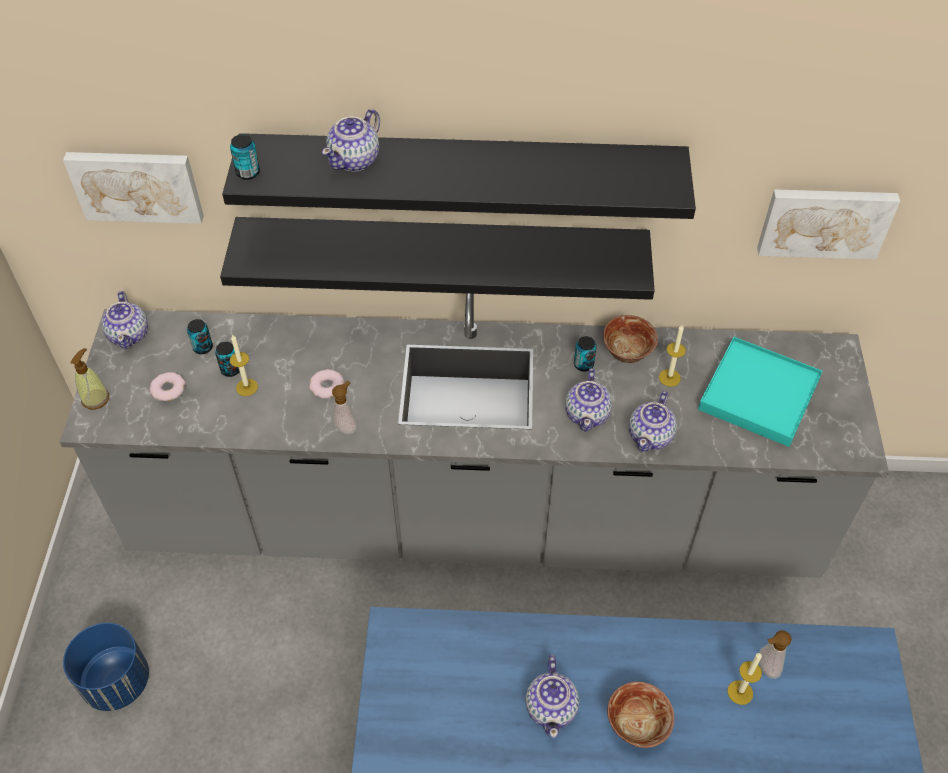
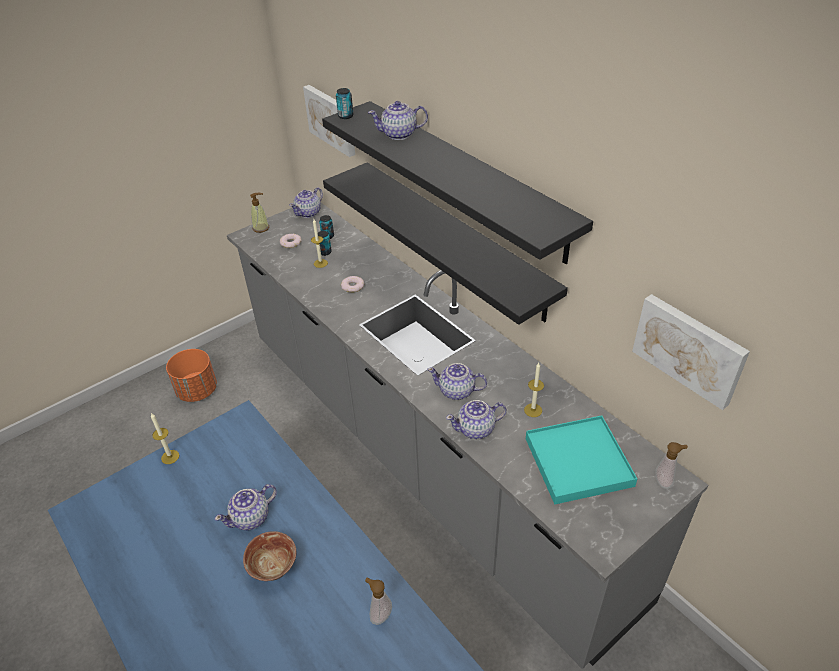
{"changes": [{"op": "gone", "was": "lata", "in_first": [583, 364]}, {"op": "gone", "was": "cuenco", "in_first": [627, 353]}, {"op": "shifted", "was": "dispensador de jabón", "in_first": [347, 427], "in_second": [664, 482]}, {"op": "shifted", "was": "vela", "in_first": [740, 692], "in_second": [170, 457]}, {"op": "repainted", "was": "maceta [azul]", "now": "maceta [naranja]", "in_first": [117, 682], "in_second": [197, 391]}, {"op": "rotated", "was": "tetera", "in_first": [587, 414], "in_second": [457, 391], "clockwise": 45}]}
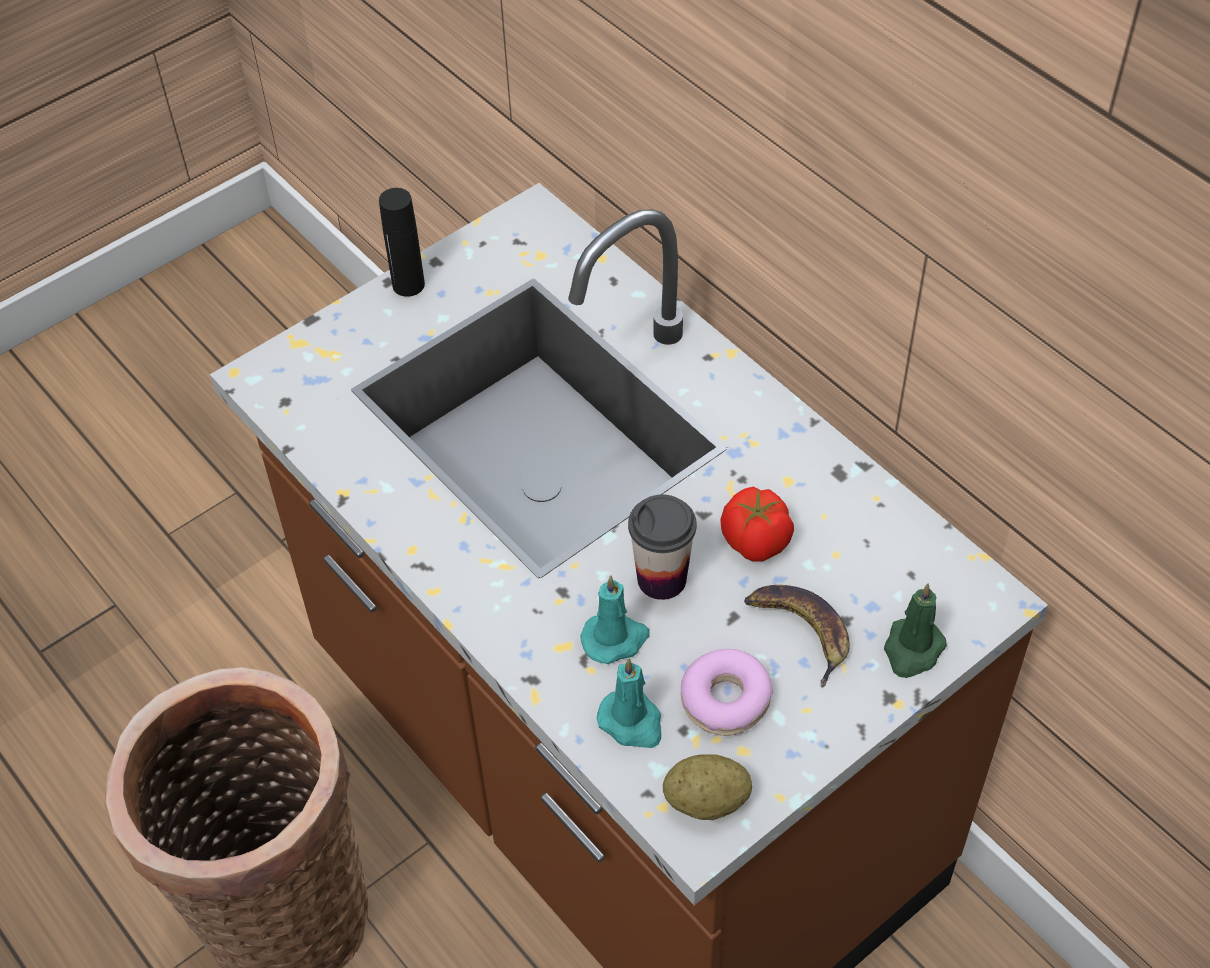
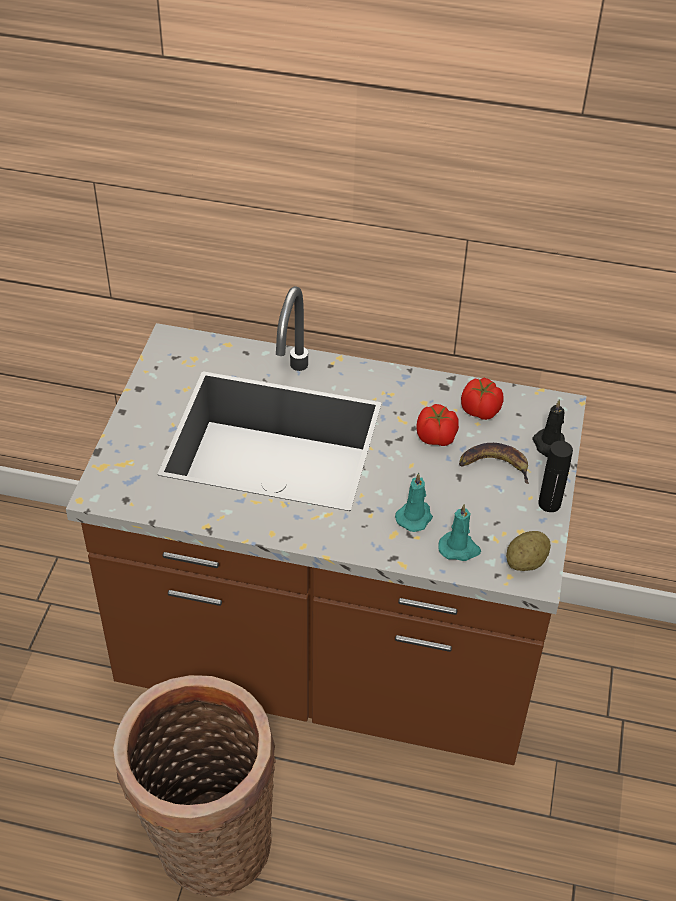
{"changes": [{"op": "gone", "was": "taza", "in_first": [661, 579]}, {"op": "gone", "was": "rosquilla", "in_first": [725, 700]}, {"op": "new", "now": "tomate", "in_second": [480, 411]}, {"op": "shifted", "was": "botella [negro]", "in_first": [408, 285], "in_second": [549, 503]}, {"op": "repainted", "was": "vela [verde]", "now": "vela [negro]", "in_first": [912, 650], "in_second": [550, 446]}]}
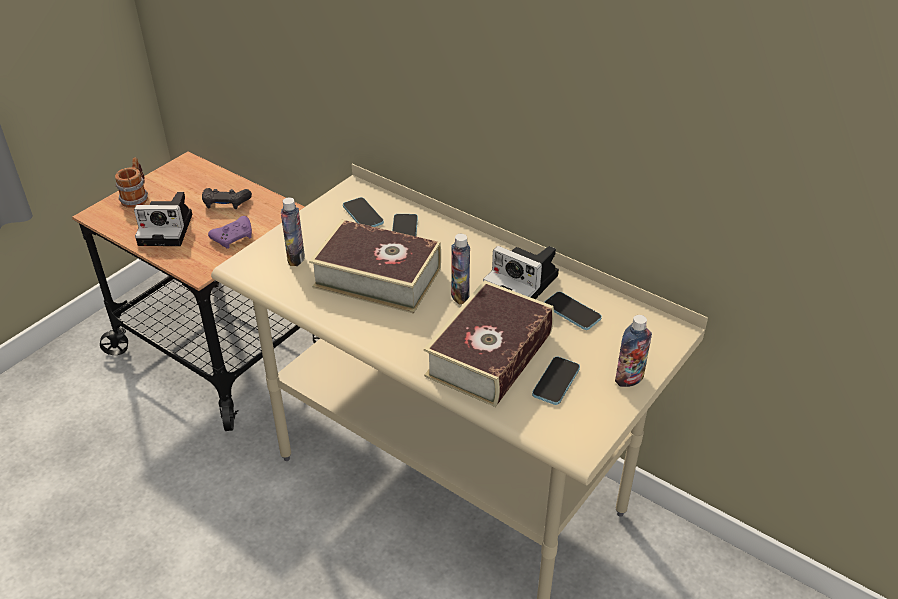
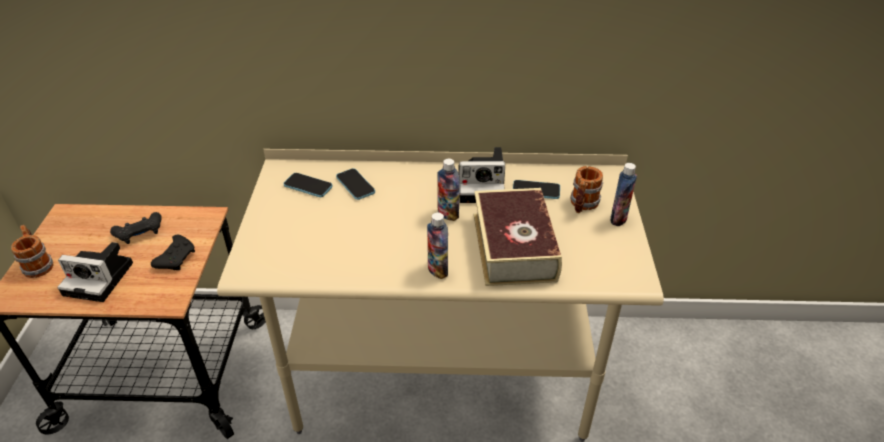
{"changes": [{"op": "gone", "was": "libro", "in_first": [377, 277]}, {"op": "gone", "was": "móvil", "in_first": [556, 382]}, {"op": "new", "now": "taza grande", "in_second": [582, 205]}, {"op": "shifted", "was": "botella", "in_first": [296, 258], "in_second": [437, 270]}, {"op": "repainted", "was": "mando de consola [morado]", "now": "mando de consola [negro]", "in_first": [234, 237], "in_second": [177, 258]}, {"op": "rotated", "was": "cámara", "in_first": [168, 229], "in_second": [101, 278], "clockwise": 45}]}
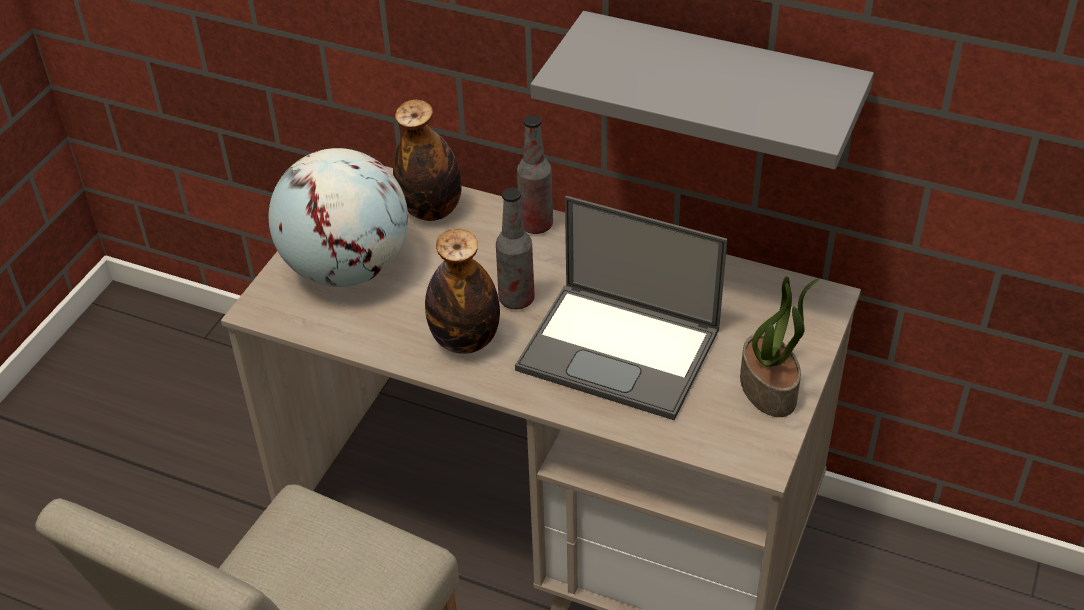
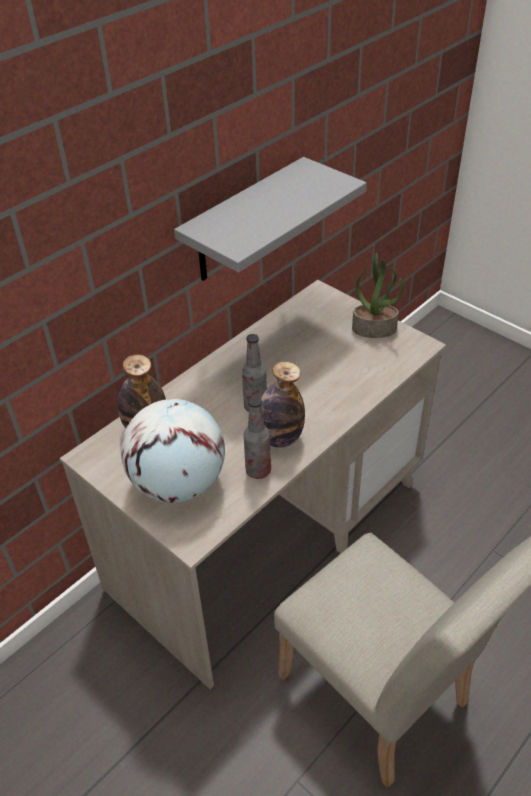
{"changes": [{"op": "gone", "was": "portátil", "in_first": [621, 350]}, {"op": "shifted", "was": "botella", "in_first": [536, 225], "in_second": [258, 470]}]}
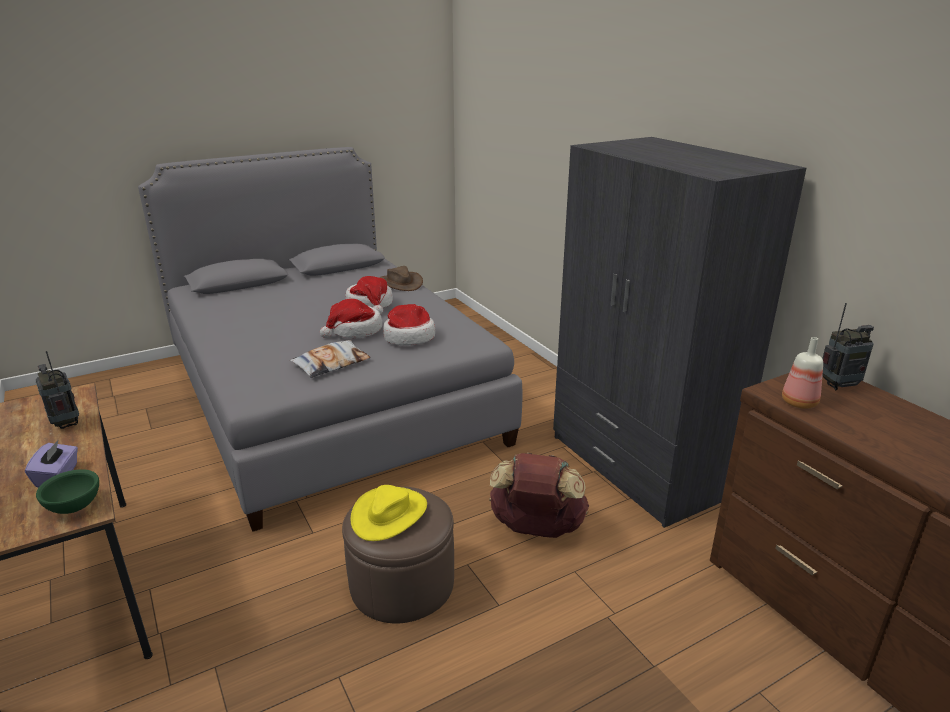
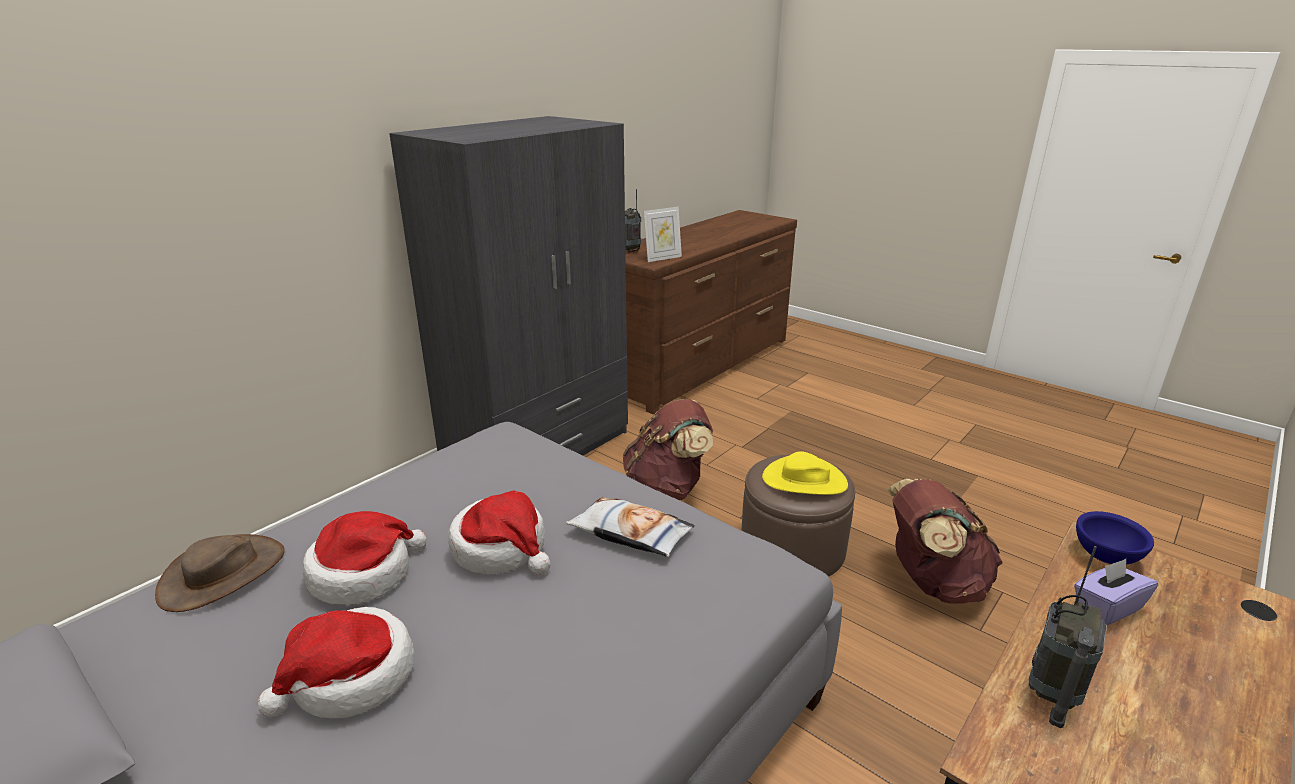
{"changes": [{"op": "new", "now": "mochila [marrón]", "in_second": [932, 582]}, {"op": "shifted", "was": "sombrero", "in_first": [409, 337], "in_second": [350, 678]}, {"op": "swapped", "was": "botella", "now": "portarretratos", "in_first": [800, 403], "in_second": [662, 258]}, {"op": "repainted", "was": "cuenco [verde]", "now": "cuenco [azul]", "in_first": [75, 507], "in_second": [1104, 556]}]}
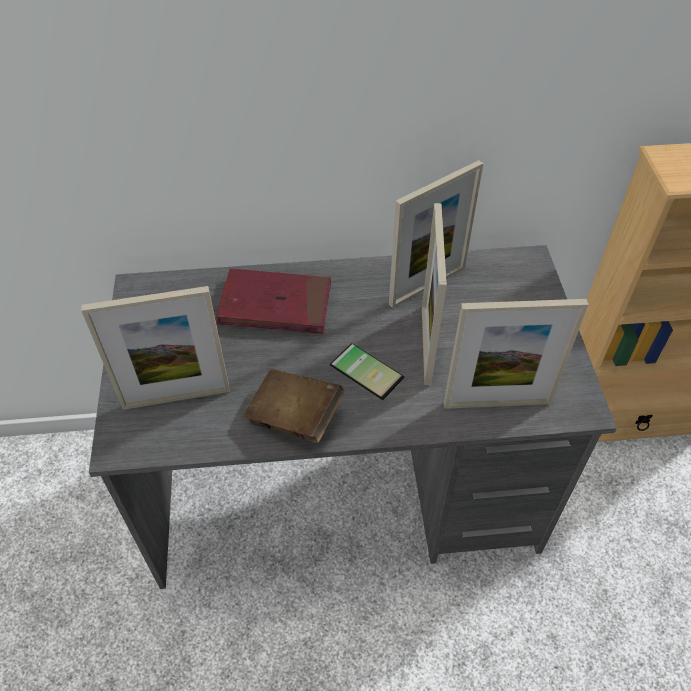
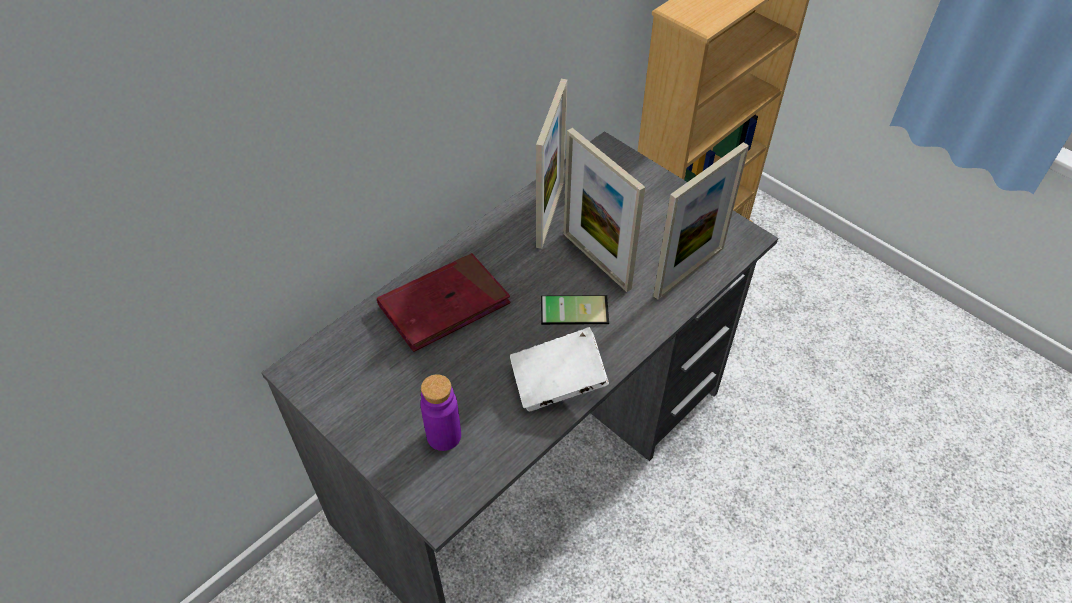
{"changes": [{"op": "swapped", "was": "portarretratos", "now": "botella [morado]", "in_first": [176, 398], "in_second": [444, 435]}, {"op": "repainted", "was": "libro [marrón]", "now": "libro [blanco]", "in_first": [294, 417], "in_second": [558, 383]}]}
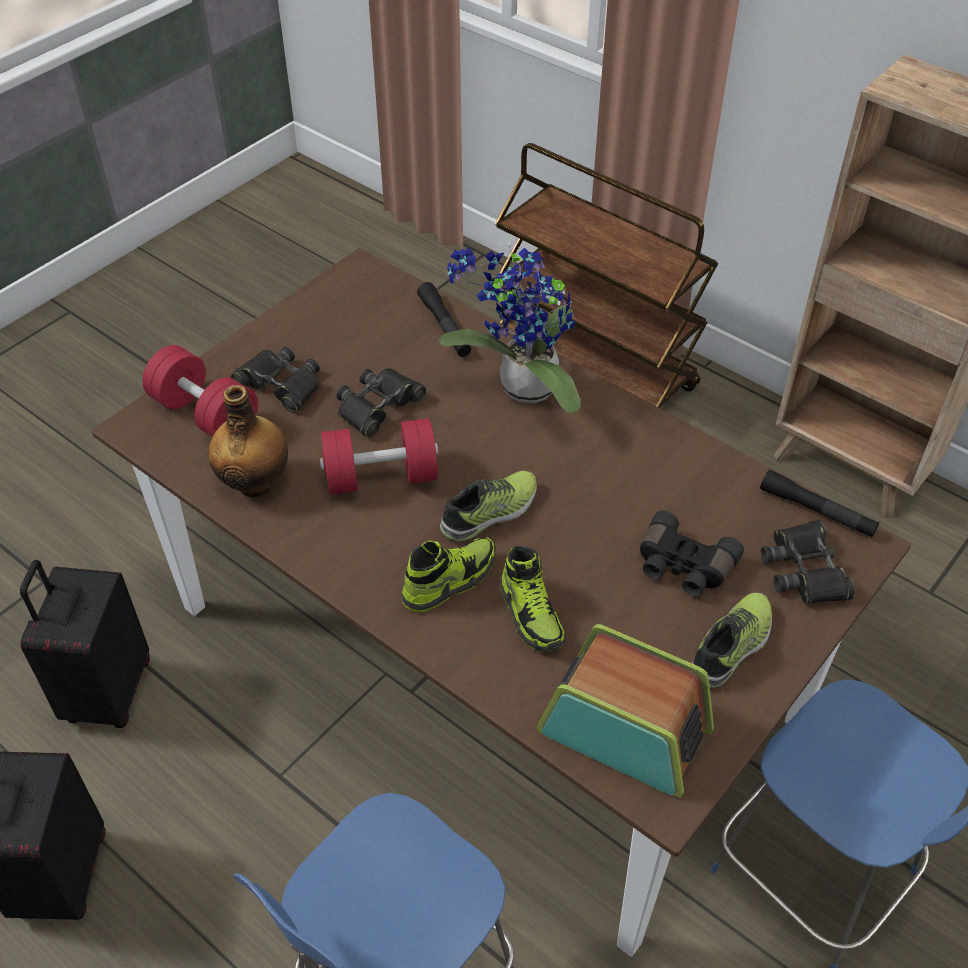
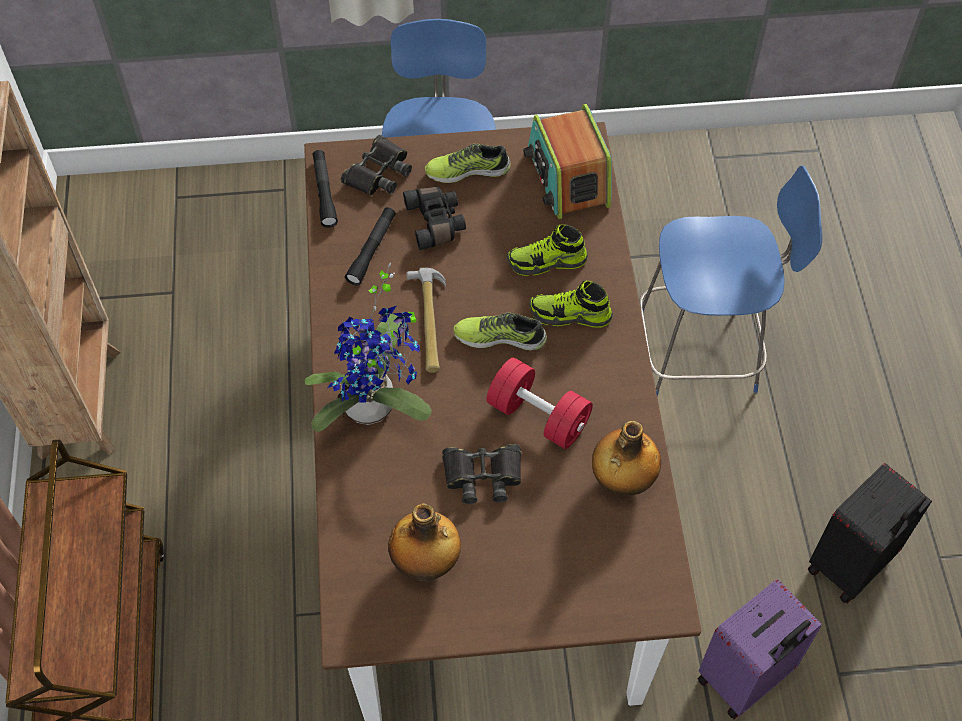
{"changes": [{"op": "gone", "was": "mancuerna [rojo]", "in_first": [205, 414]}, {"op": "gone", "was": "prismáticos [negro]", "in_first": [281, 384]}, {"op": "new", "now": "botella", "in_second": [426, 562]}, {"op": "new", "now": "martillo", "in_second": [429, 321]}, {"op": "shifted", "was": "linterna [negro]", "in_first": [444, 327], "in_second": [372, 250]}, {"op": "repainted", "was": "maleta [negro]", "now": "maleta [morado]", "in_first": [106, 692], "in_second": [745, 678]}, {"op": "rotated", "was": "zapato", "in_first": [531, 614], "in_second": [546, 262], "clockwise": -120}]}
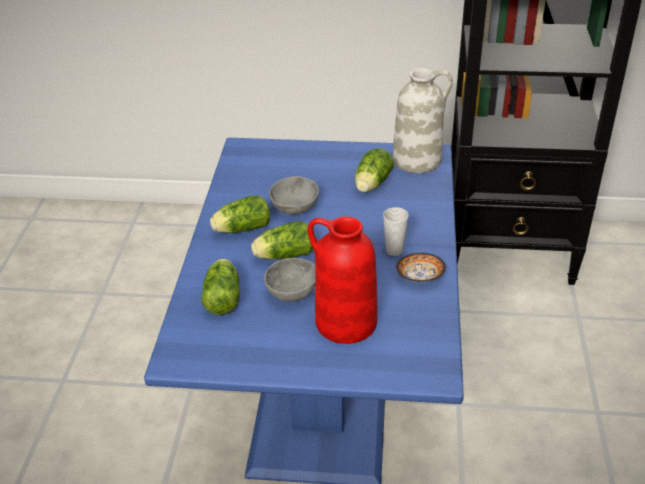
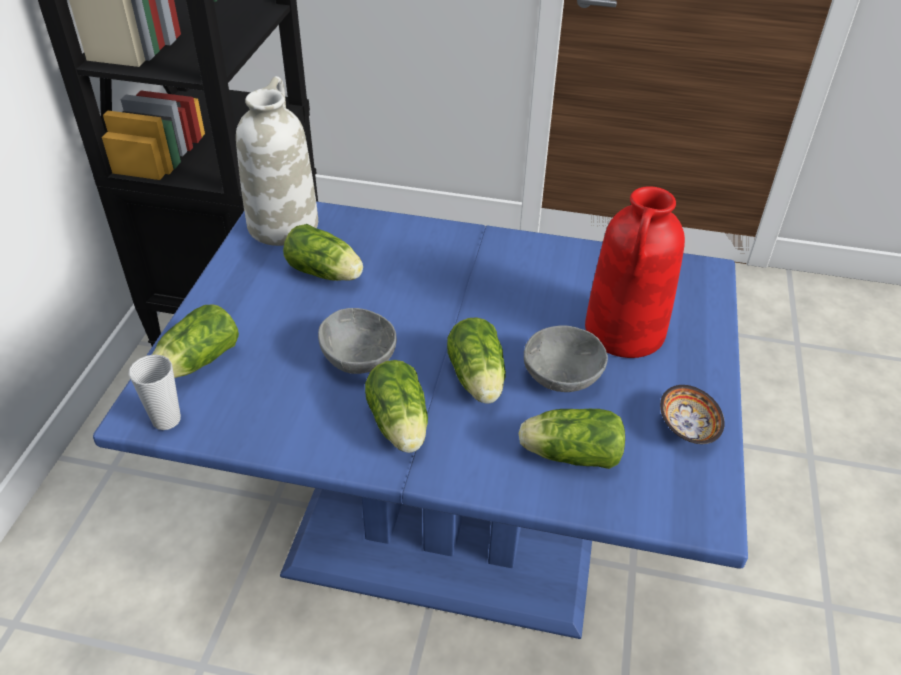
{"changes": [{"op": "new", "now": "lechuga", "in_second": [196, 363]}, {"op": "shifted", "was": "taza", "in_first": [394, 250], "in_second": [166, 419]}, {"op": "shifted", "was": "cuenco", "in_first": [420, 277], "in_second": [687, 427]}]}
